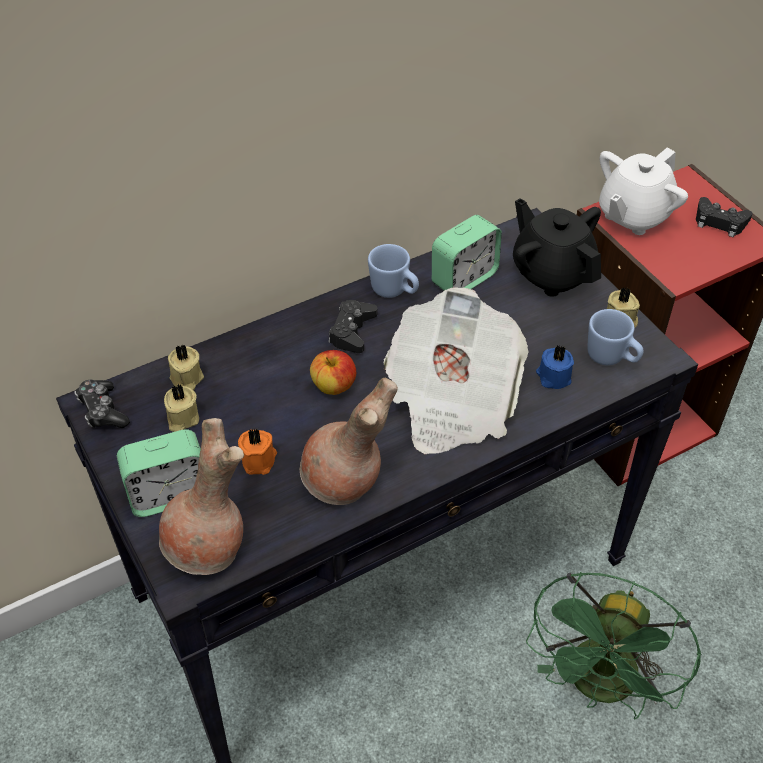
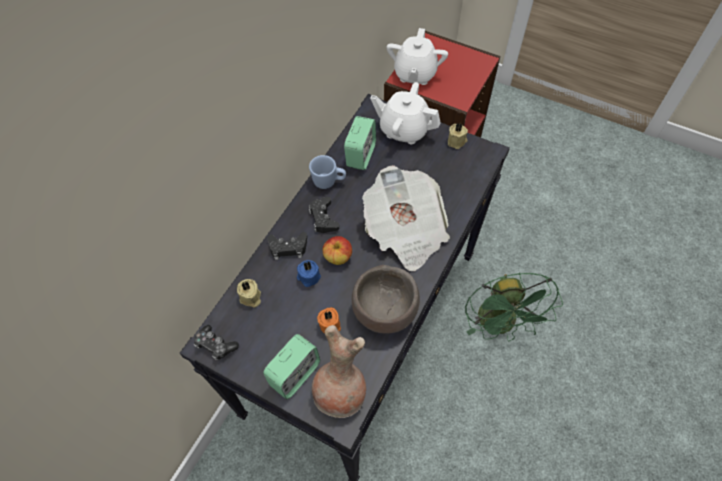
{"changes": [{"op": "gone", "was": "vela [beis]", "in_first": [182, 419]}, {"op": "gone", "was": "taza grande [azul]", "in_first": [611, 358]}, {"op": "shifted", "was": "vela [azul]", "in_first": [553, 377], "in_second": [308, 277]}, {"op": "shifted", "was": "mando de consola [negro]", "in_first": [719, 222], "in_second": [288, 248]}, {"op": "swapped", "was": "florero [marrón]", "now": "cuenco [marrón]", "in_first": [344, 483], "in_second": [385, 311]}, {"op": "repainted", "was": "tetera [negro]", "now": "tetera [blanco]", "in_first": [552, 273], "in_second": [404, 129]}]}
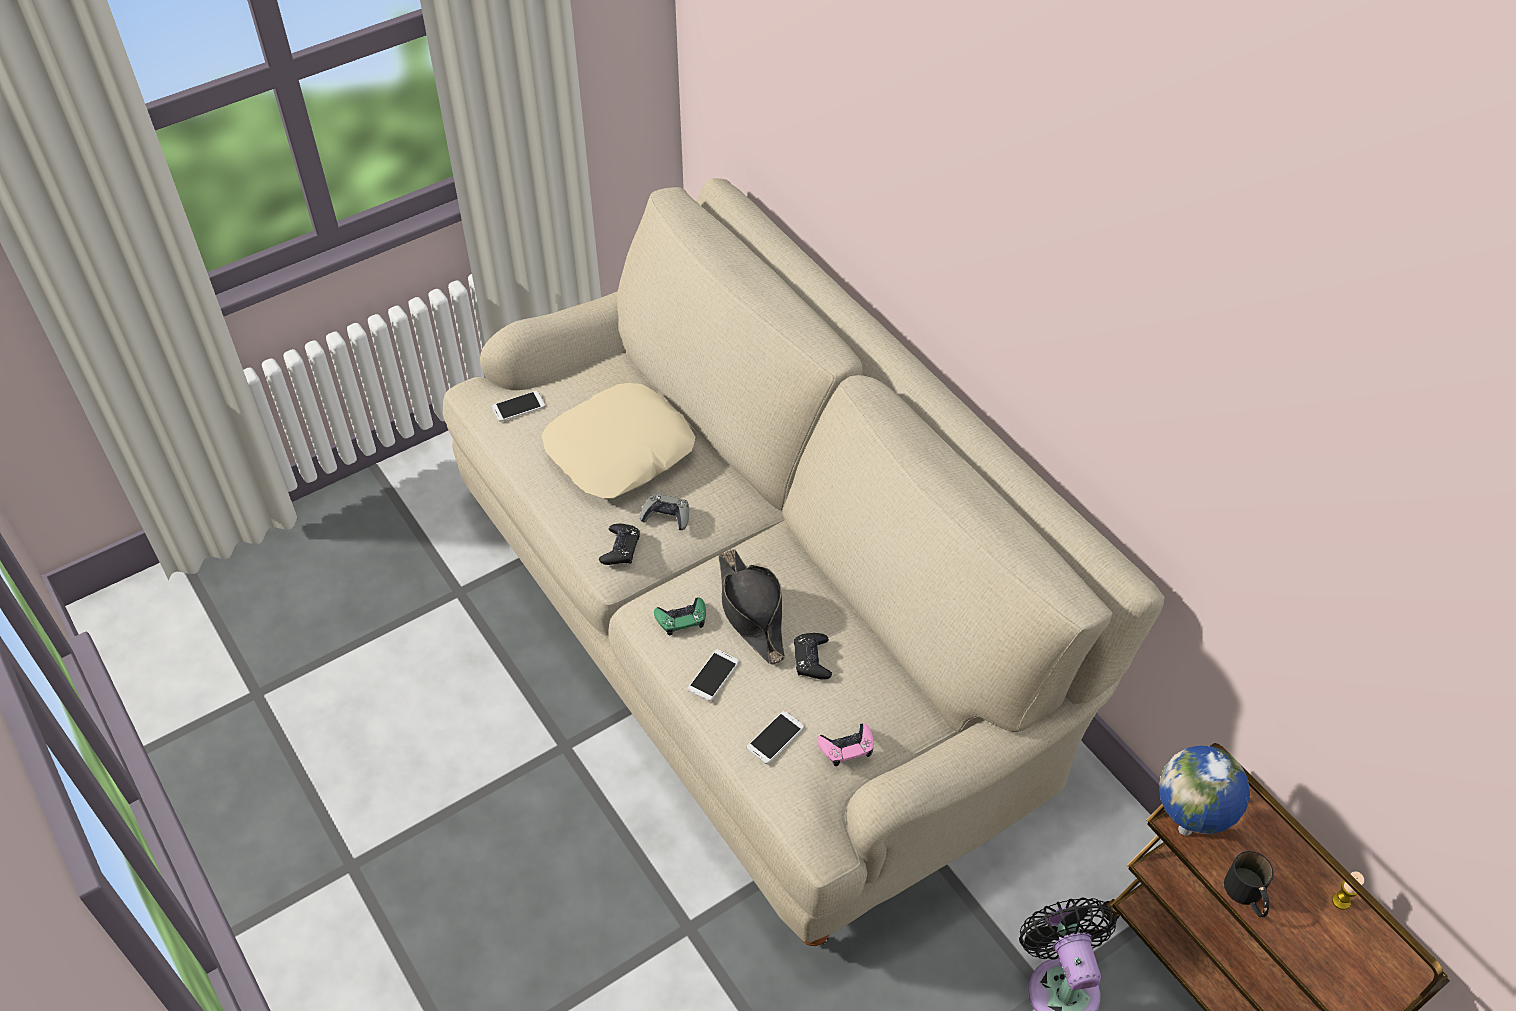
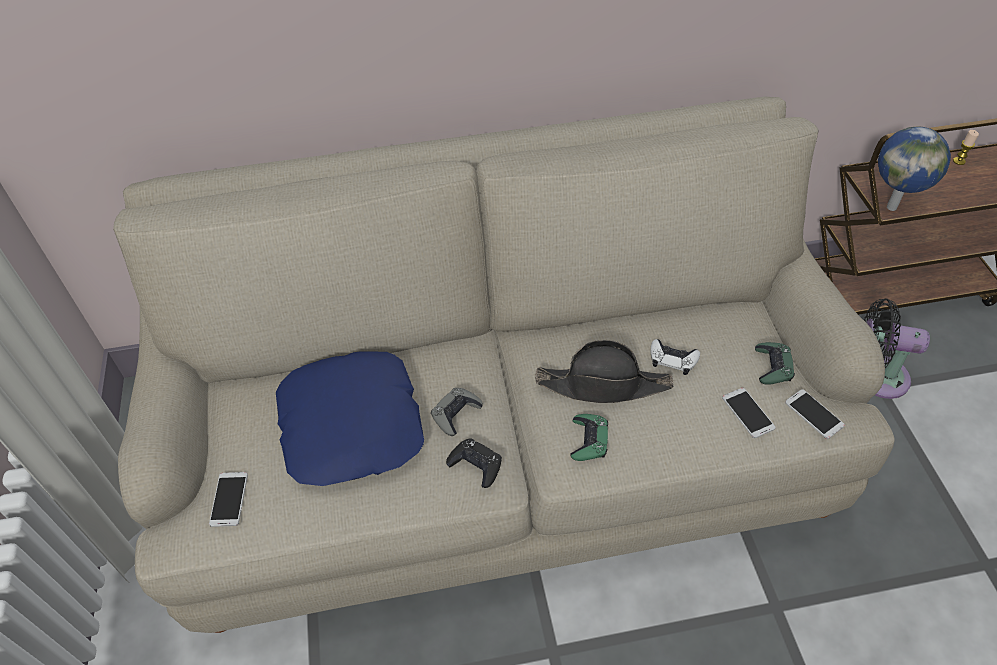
{"changes": [{"op": "gone", "was": "taza grande [negro]", "in_first": [1247, 896]}, {"op": "shifted", "was": "móvil", "in_first": [713, 675], "in_second": [814, 414]}, {"op": "repainted", "was": "cojín [beis]", "now": "cojín [azul]", "in_first": [620, 451], "in_second": [352, 425]}, {"op": "repainted", "was": "mando de consola [negro]", "now": "mando de consola [blanco]", "in_first": [812, 659], "in_second": [672, 359]}, {"op": "repainted", "was": "mando de consola [rosa]", "now": "mando de consola [verde]", "in_first": [846, 747], "in_second": [772, 367]}]}
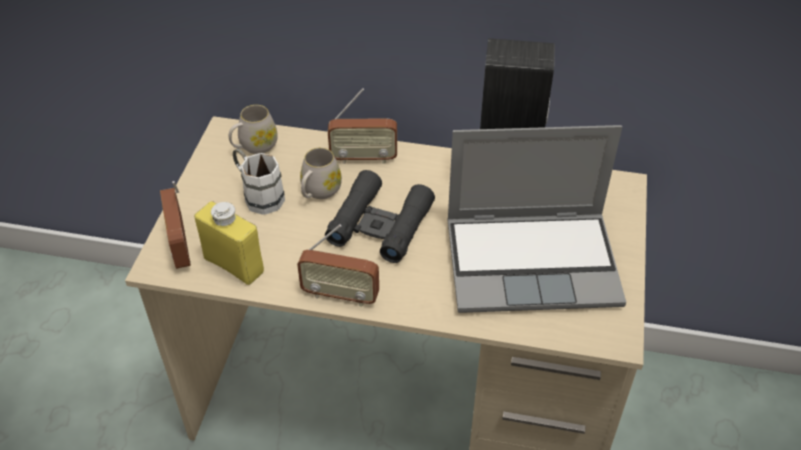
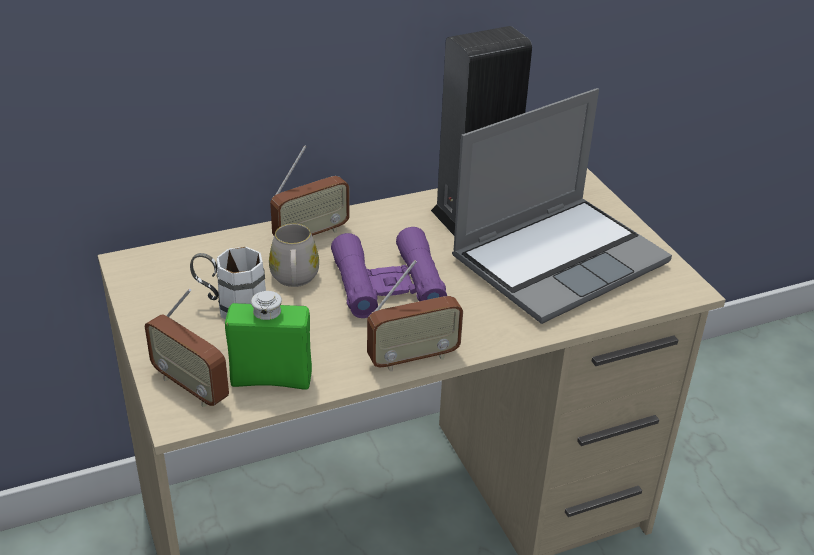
{"changes": [{"op": "gone", "was": "taza grande [blanco]", "in_first": [254, 146]}, {"op": "repainted", "was": "botella [amarillo]", "now": "botella [verde]", "in_first": [234, 265], "in_second": [271, 379]}, {"op": "repainted", "was": "prismáticos [negro]", "now": "prismáticos [morado]", "in_first": [380, 224], "in_second": [388, 284]}]}
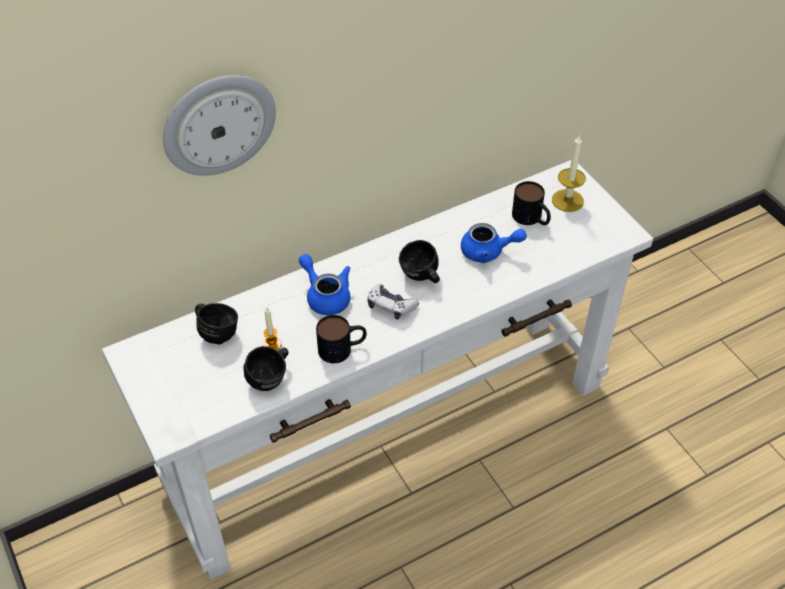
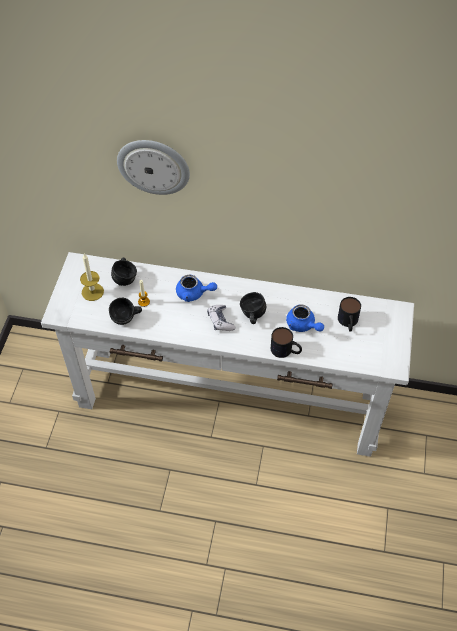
{"changes": [{"op": "shifted", "was": "taza grande", "in_first": [342, 348], "in_second": [286, 351]}, {"op": "shifted", "was": "vela", "in_first": [567, 200], "in_second": [92, 292]}, {"op": "rotated", "was": "tetera [azul]", "in_first": [325, 296], "in_second": [194, 294], "clockwise": 105}]}
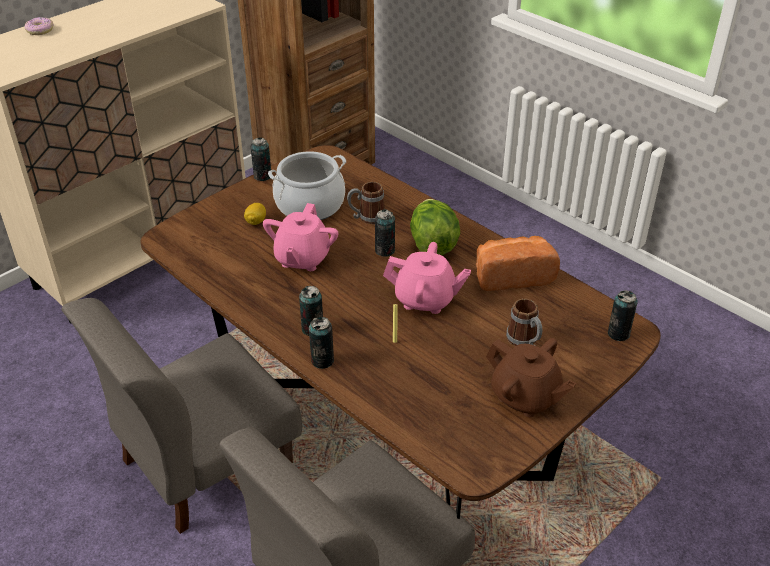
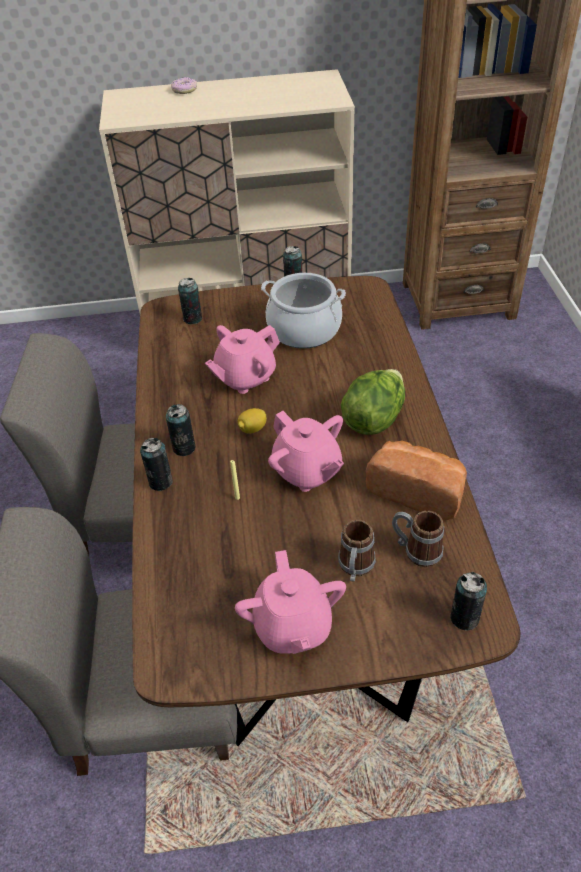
{"changes": [{"op": "shifted", "was": "limón", "in_first": [256, 222], "in_second": [252, 429]}, {"op": "shifted", "was": "taza grande", "in_first": [367, 217], "in_second": [416, 550]}, {"op": "shifted", "was": "lata", "in_first": [385, 251], "in_second": [192, 319]}, {"op": "repainted", "was": "tetera [marrón]", "now": "tetera [rosa]", "in_first": [525, 397], "in_second": [292, 627]}]}
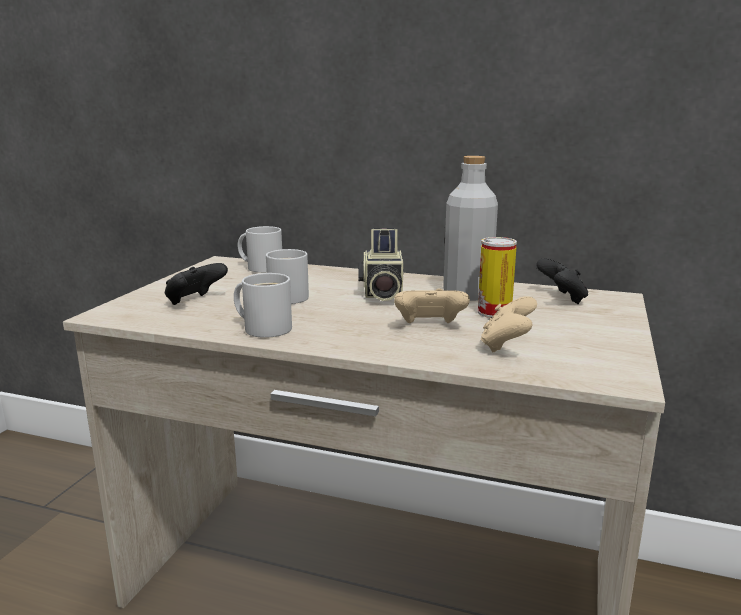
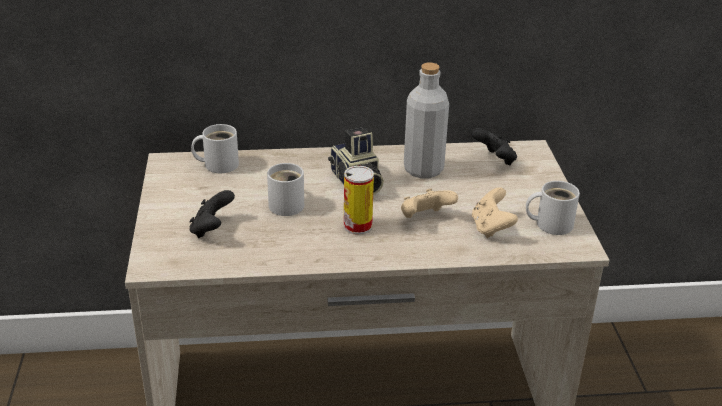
{"changes": [{"op": "shifted", "was": "taza grande [blanco]", "in_first": [265, 328], "in_second": [550, 223]}, {"op": "shifted", "was": "lata", "in_first": [494, 312], "in_second": [357, 226]}]}
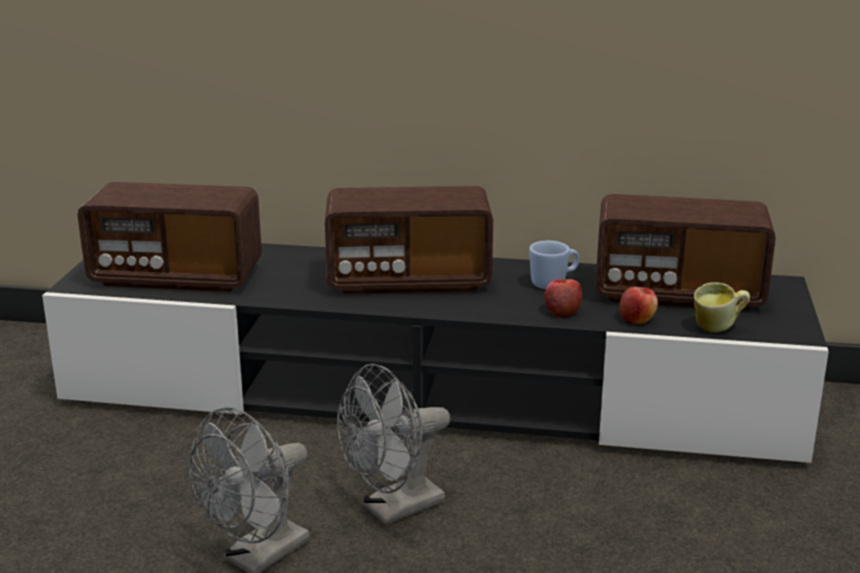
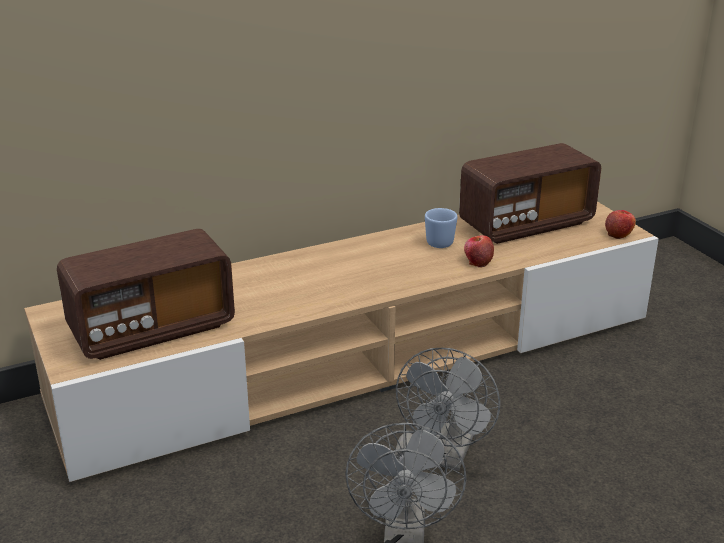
{"changes": [{"op": "gone", "was": "radio", "in_first": [408, 280]}, {"op": "gone", "was": "taza grande", "in_first": [718, 328]}, {"op": "shifted", "was": "manzana", "in_first": [637, 319], "in_second": [618, 234]}, {"op": "repainted", "was": "mueble de televisión [negro]", "now": "mueble de televisión [beis]", "in_first": [431, 395], "in_second": [363, 358]}]}
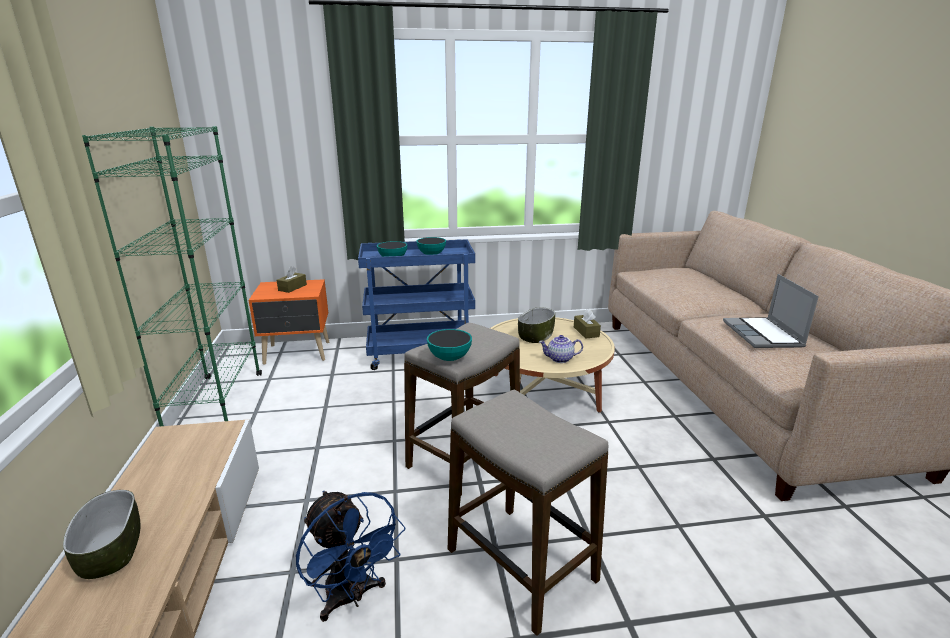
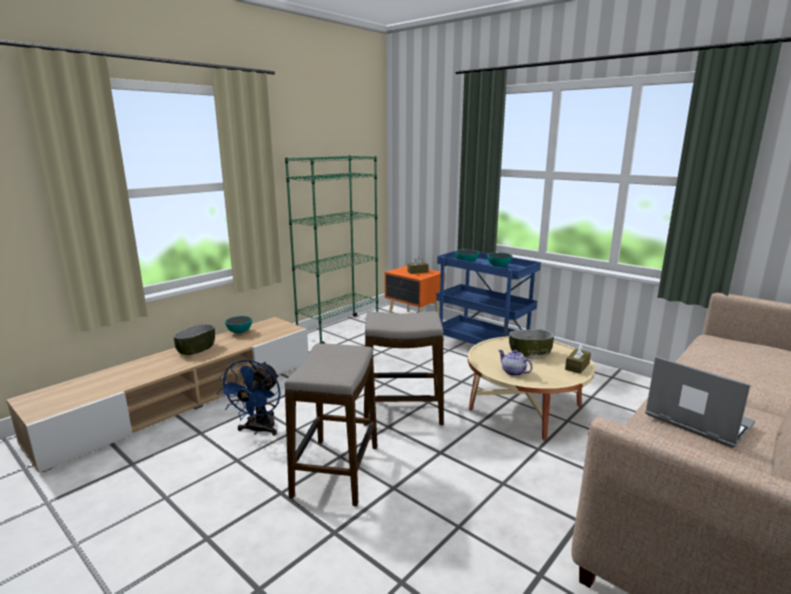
{"changes": [{"op": "shifted", "was": "cuenco", "in_first": [449, 358], "in_second": [239, 332]}, {"op": "rotated", "was": "portátil", "in_first": [763, 335], "in_second": [696, 420], "clockwise": 90}]}
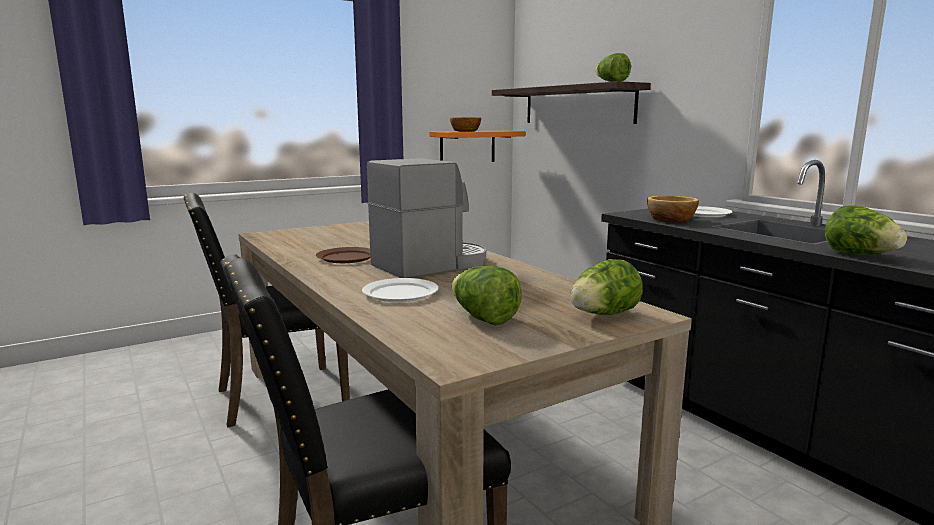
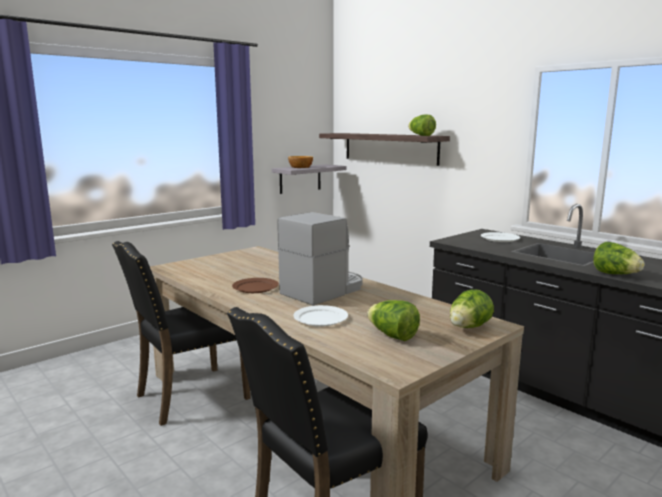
{"changes": [{"op": "gone", "was": "cuenco", "in_first": [671, 220]}, {"op": "repainted", "was": "estante [naranja]", "now": "estante [gris]", "in_first": [467, 147], "in_second": [300, 178]}]}
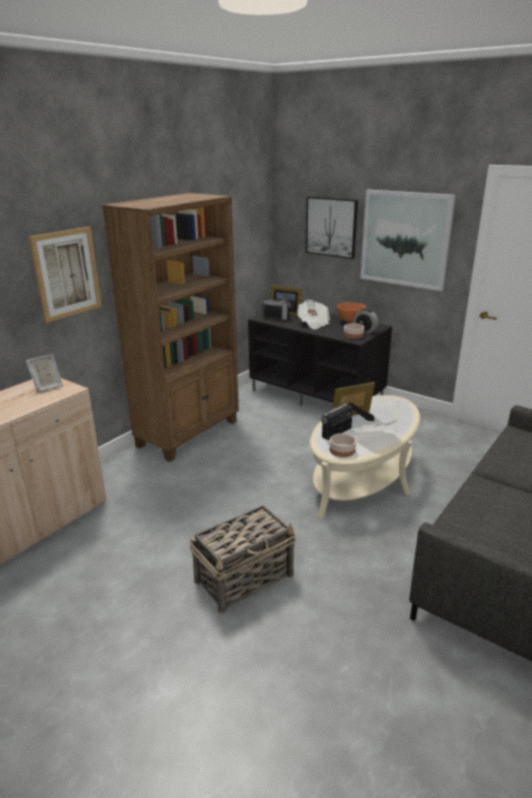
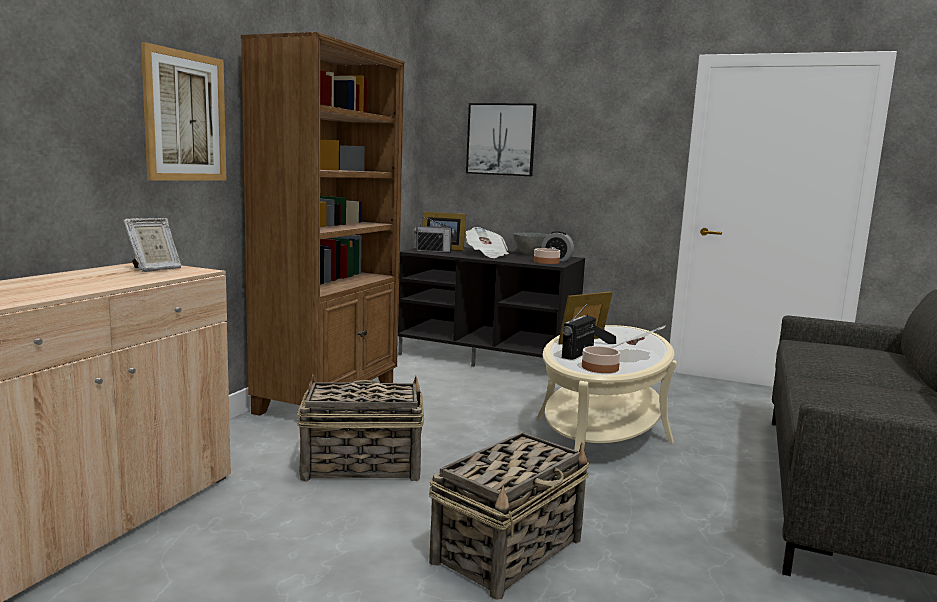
{"changes": [{"op": "gone", "was": "cuadro", "in_first": [405, 239]}, {"op": "new", "now": "cesta", "in_second": [360, 465]}, {"op": "repainted", "was": "cuenco [naranja]", "now": "cuenco [gris]", "in_first": [350, 321], "in_second": [531, 254]}]}
